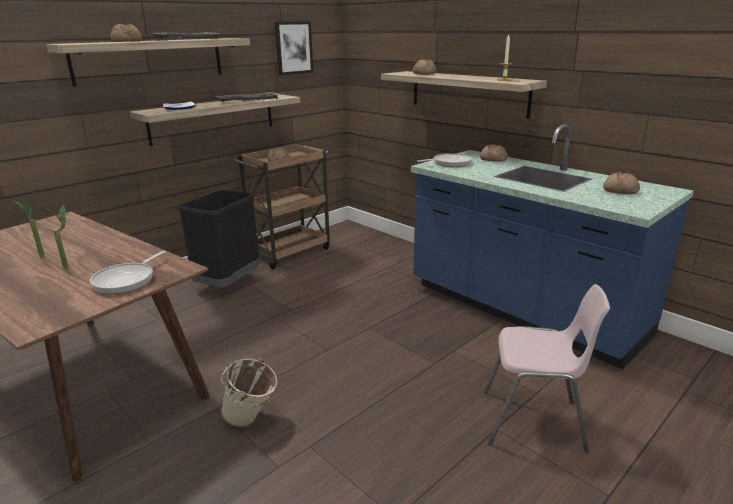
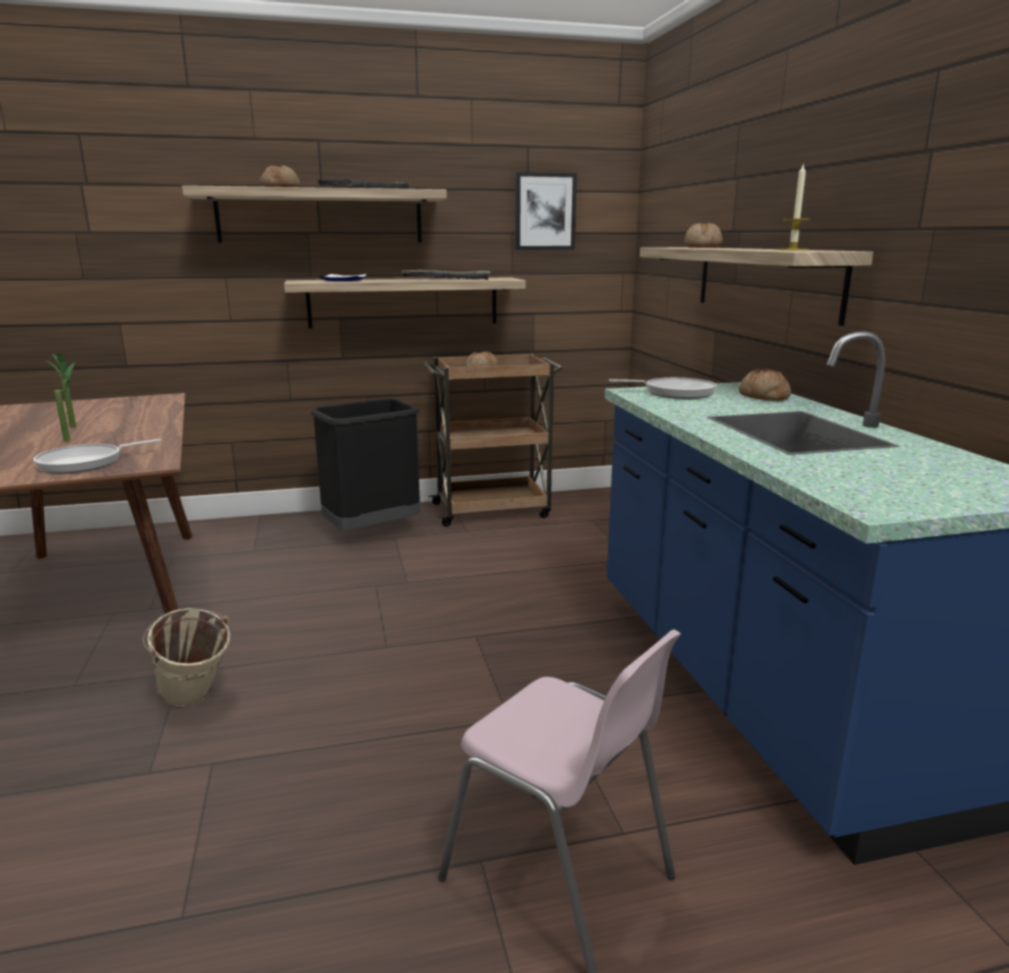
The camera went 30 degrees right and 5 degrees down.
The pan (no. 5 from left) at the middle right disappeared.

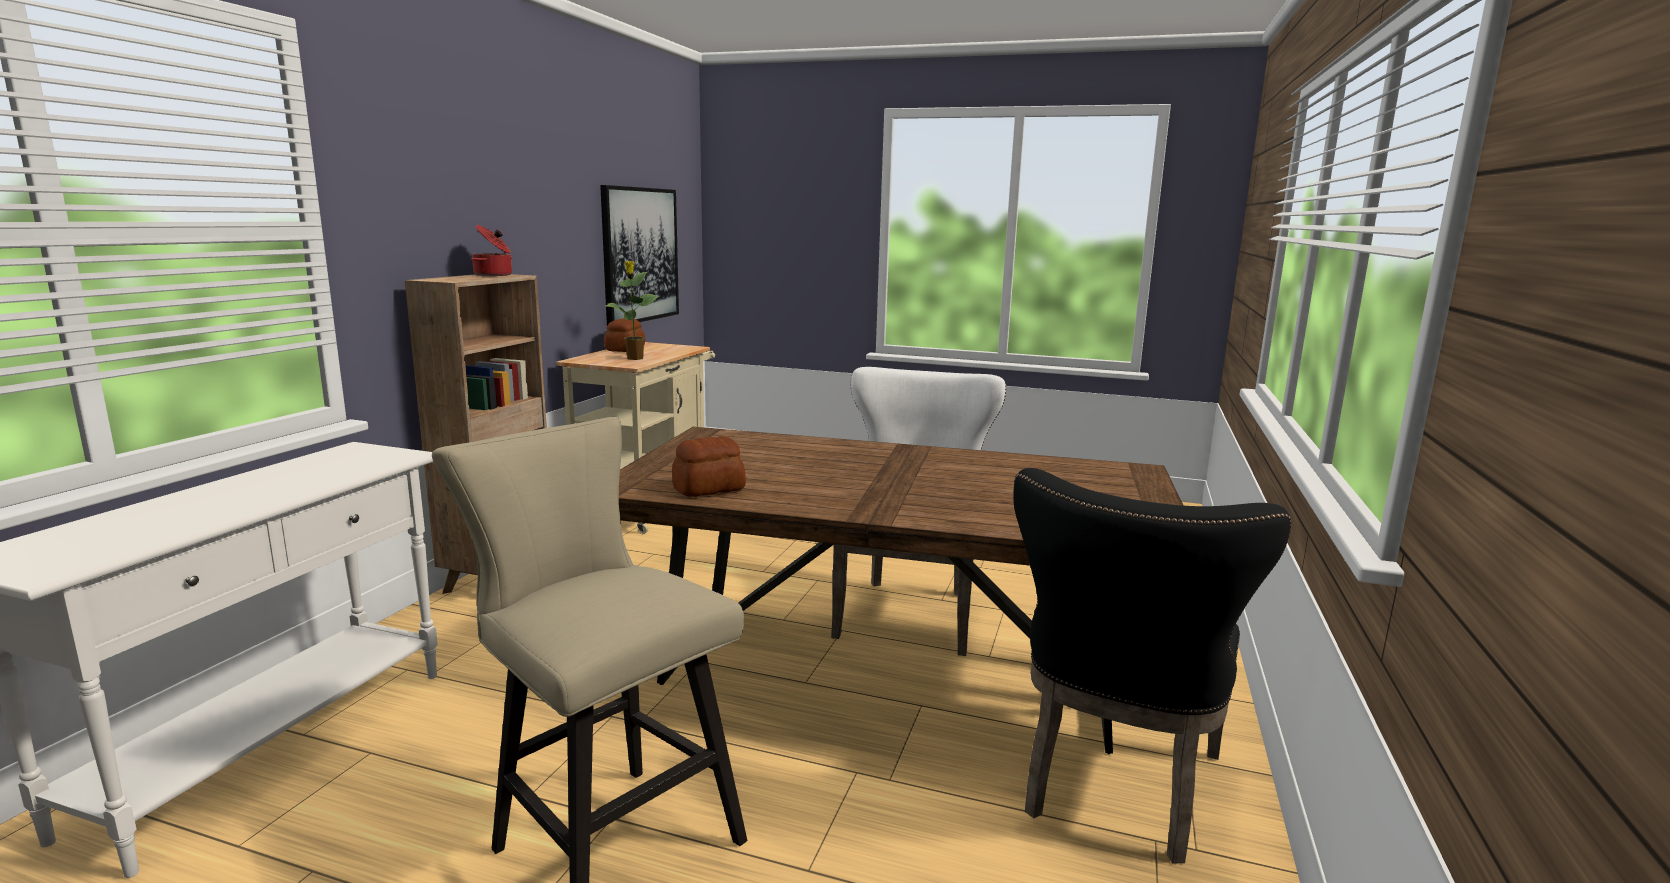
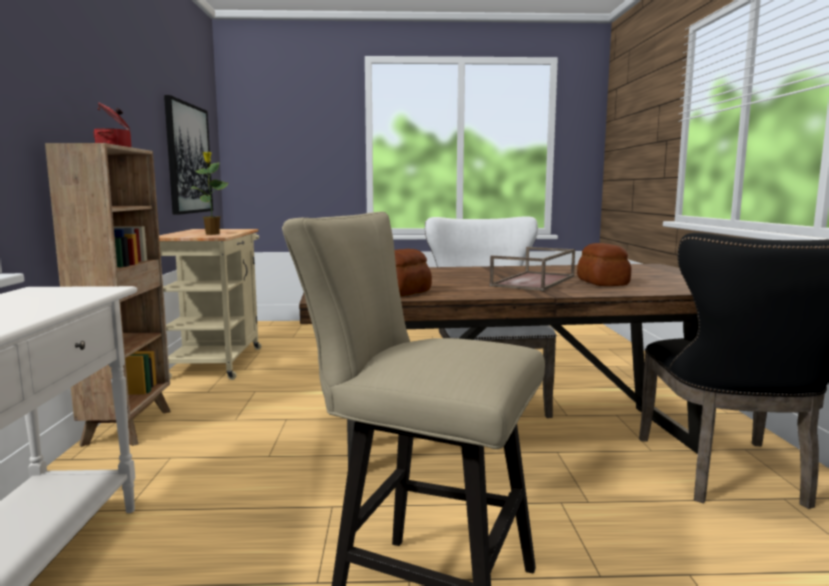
The camera went 20 degrees left and 5 degrees down.
The pan (no. 1 from left in the first image) moved from the centre to the middle right.
The bandeja/marrón at the centre appeared.

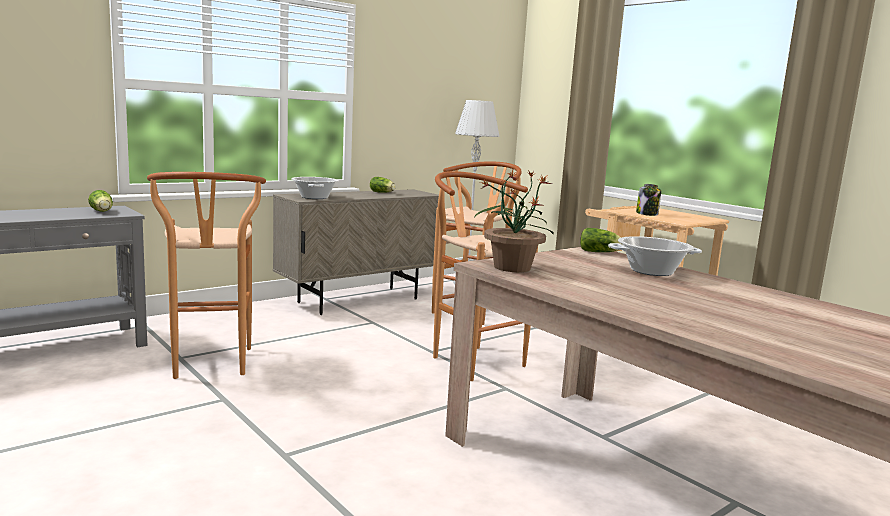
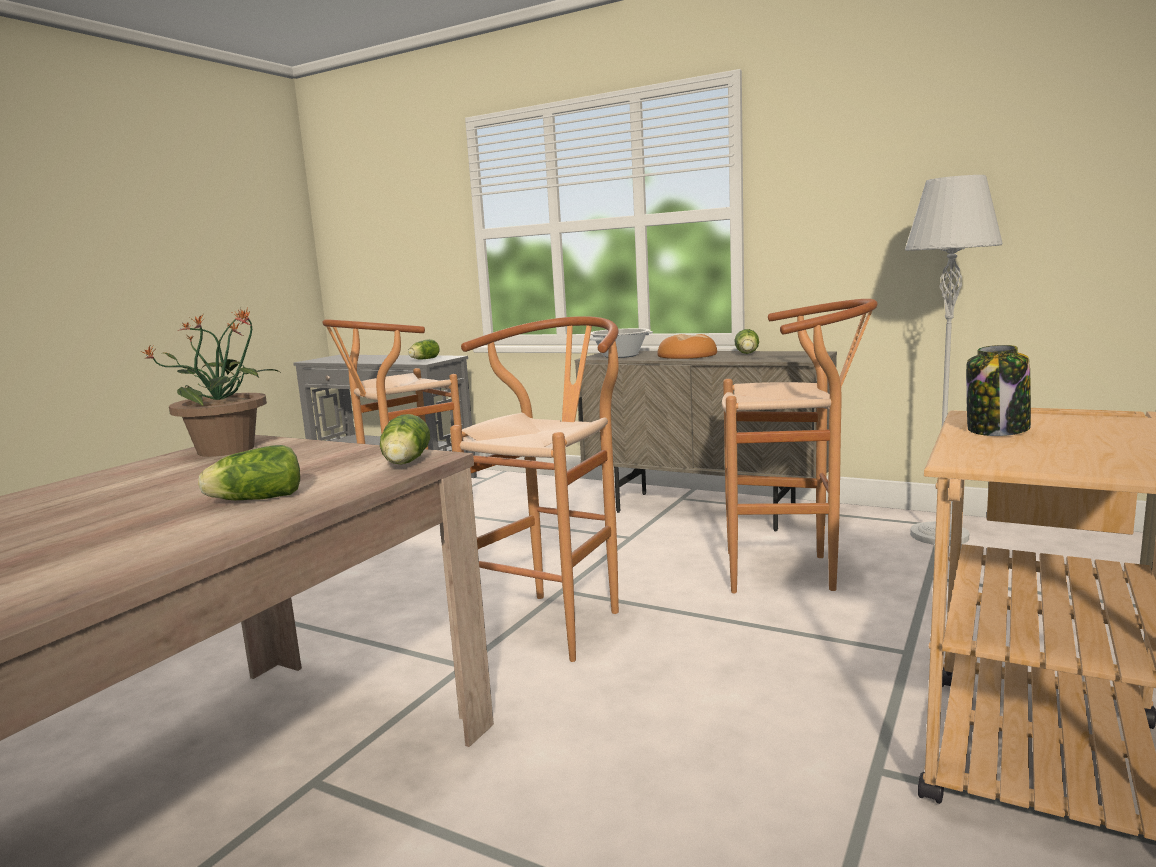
The camera went 70 degrees right and 0 degrees up.
The olla (no. 2 from left) at the middle right was replaced by the lechuga (no. 1 from left) at the middle left.
The pan at the centre appeared.

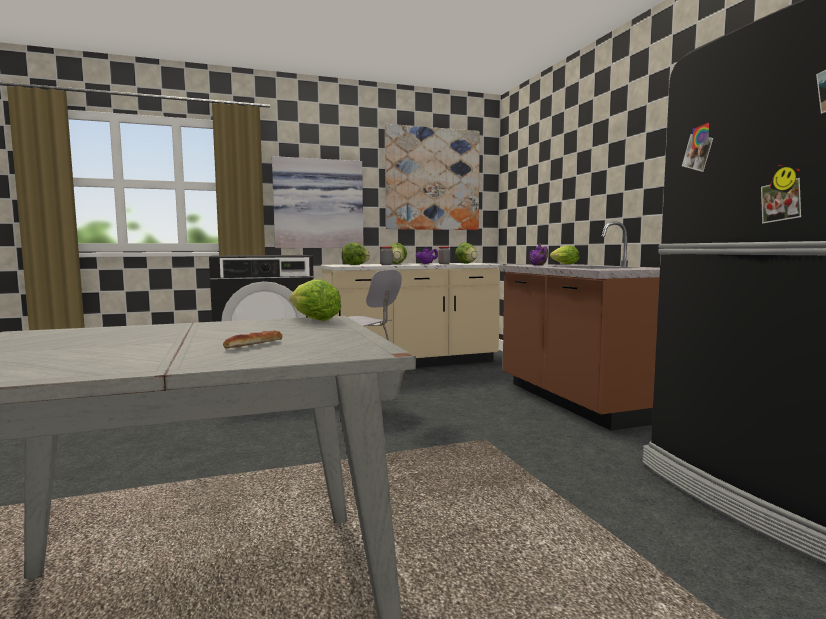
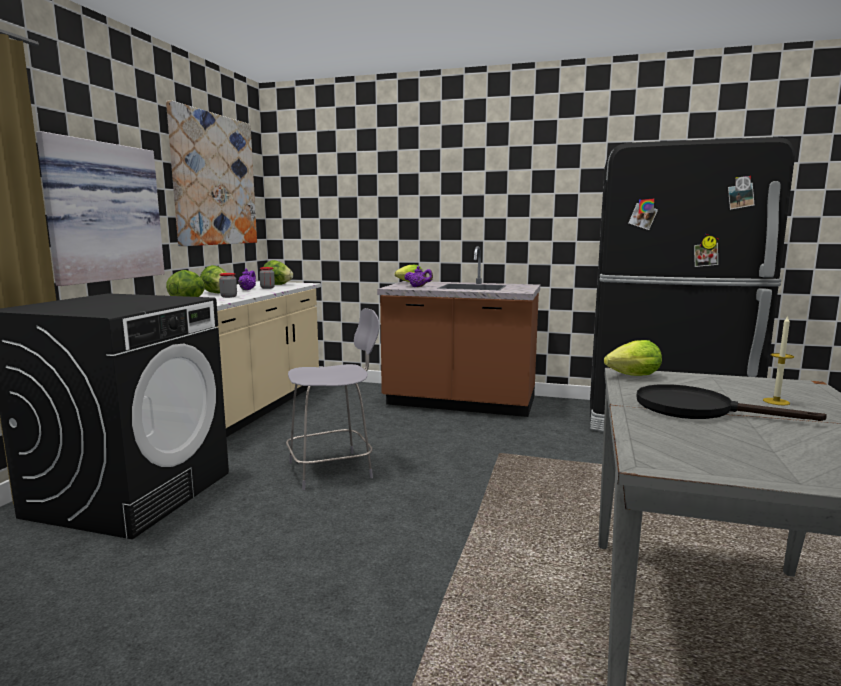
The camera went 55 degrees left and 5 degrees up.
The pan at the middle left was replaced by the vela at the middle right.
The sartén/negro at the middle right appeared.

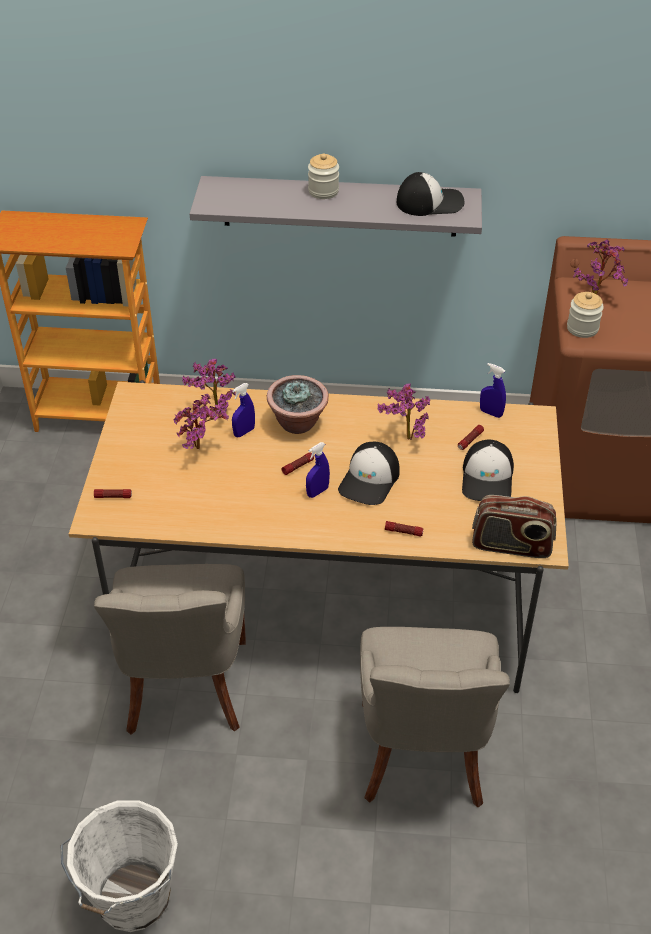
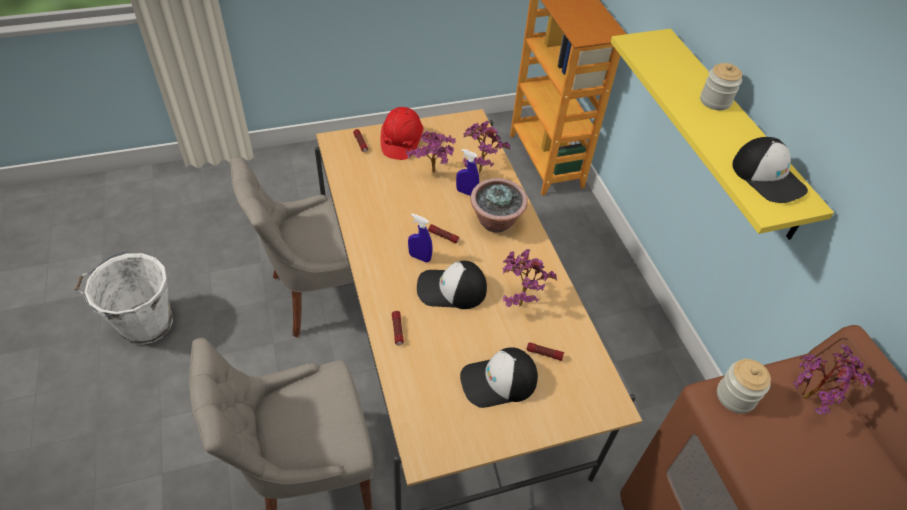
The camera went 65 degrees right and 5 degrees up.
The estante/gris at the top centre became the estante/amarillo at the top right.
The pulverizador/azul (no. 3 from left) at the middle right disappeared.
The radio at the middle right disappeared.
The casco/rojo at the top centre appeared.

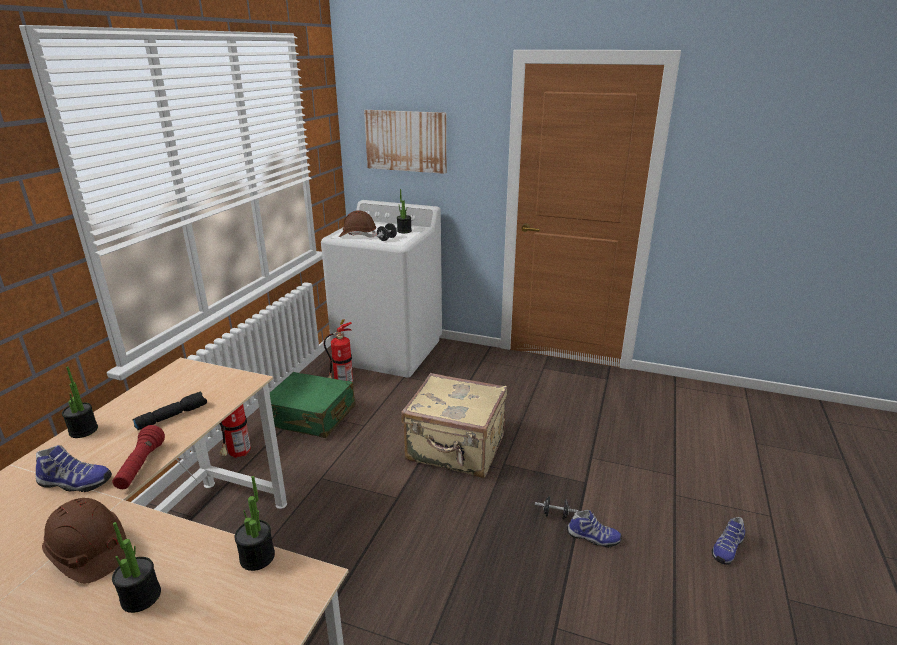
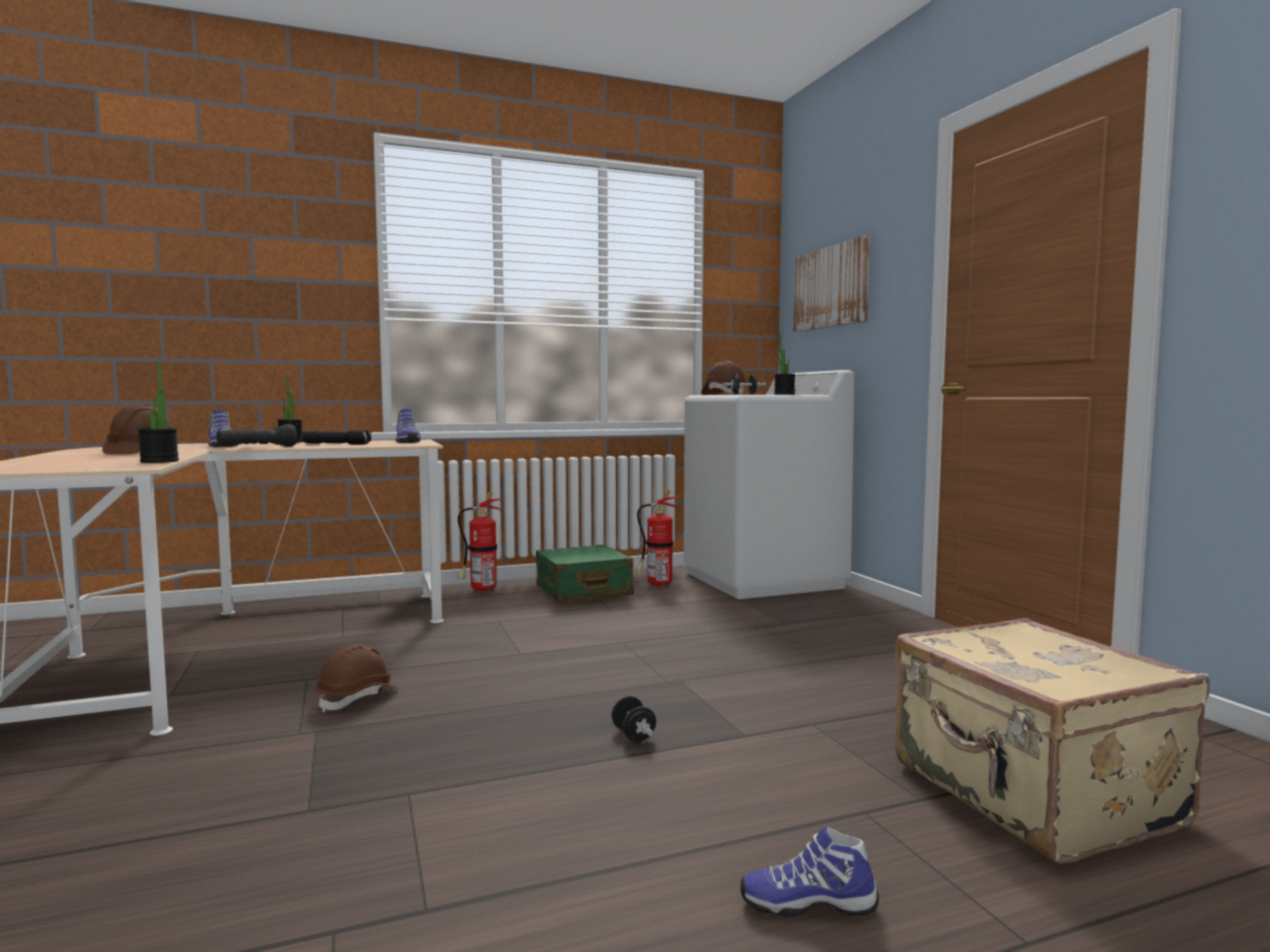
The camera went 50 degrees right and 20 degrees down.
The maleta/beis moved from the centre to the bottom right.
The linterna/rojo at the bottom left became the linterna/negro (no. 1 from left) at the middle left.
The zapato (no. 2 from left) moved from the bottom centre to the middle left.
The planta en maceta (no. 2 from left) at the bottom left disappeared.
The casco/marrón (no. 2 from left) at the bottom left appeared.

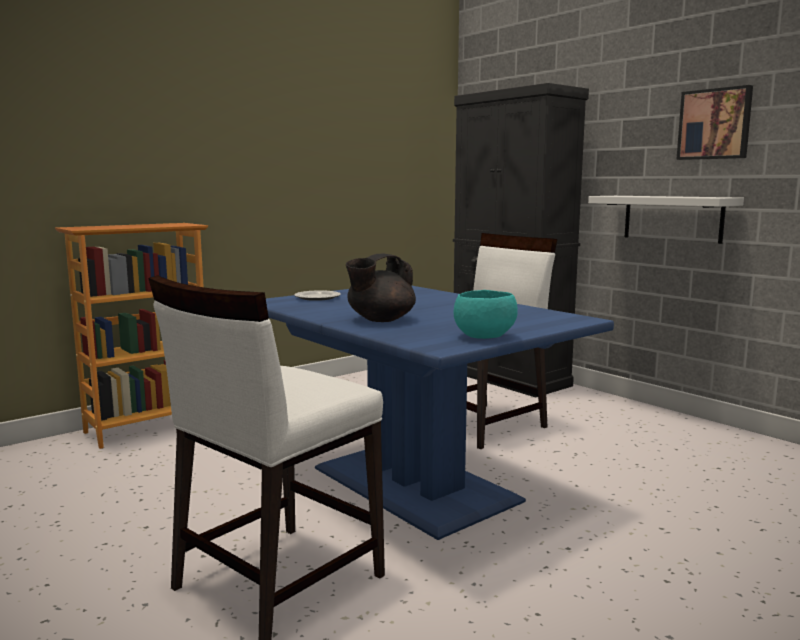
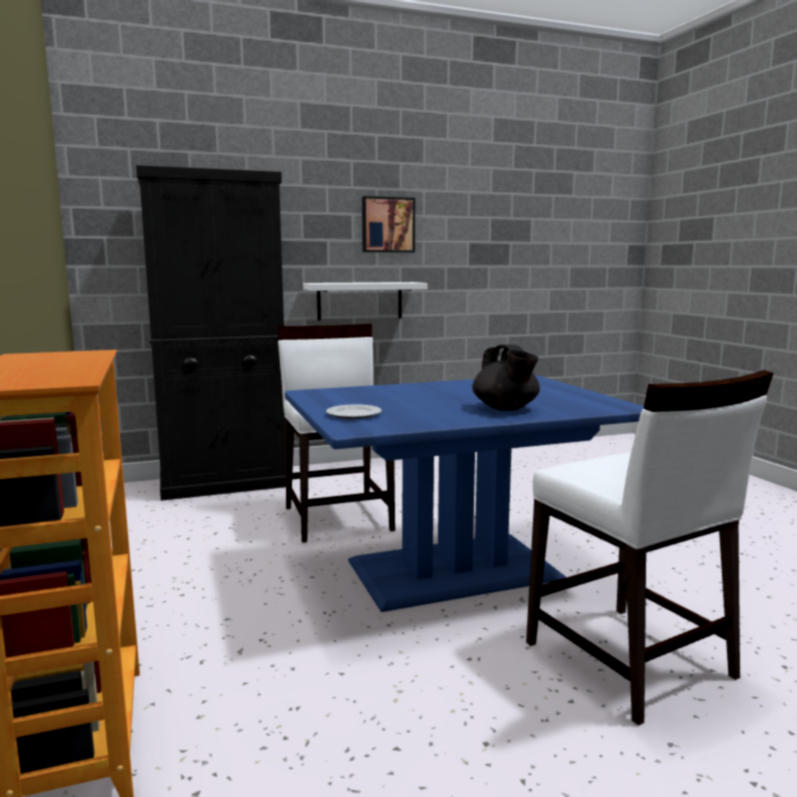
The camera went 70 degrees left and 0 degrees up.
The cuenco/turquesa at the centre disappeared.

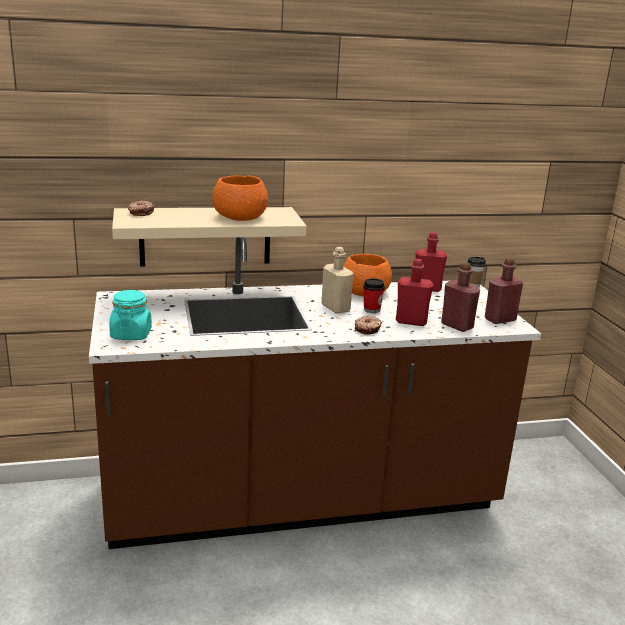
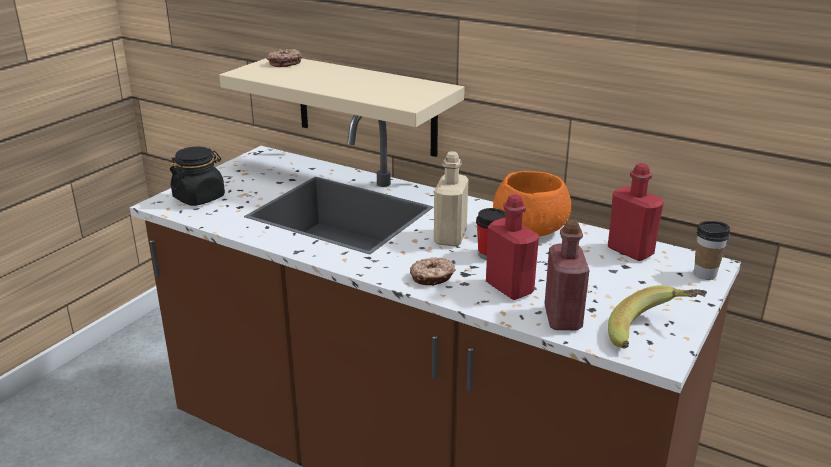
The camera went 45 degrees right and 5 degrees up.
The cuenco/naranja (no. 1 from left) at the top centre disappeared.
The botella/rojo (no. 4 from left) at the middle right was replaced by the plátano at the bottom right.
The tarro/turquesa at the middle left became the tarro/negro at the middle left.

